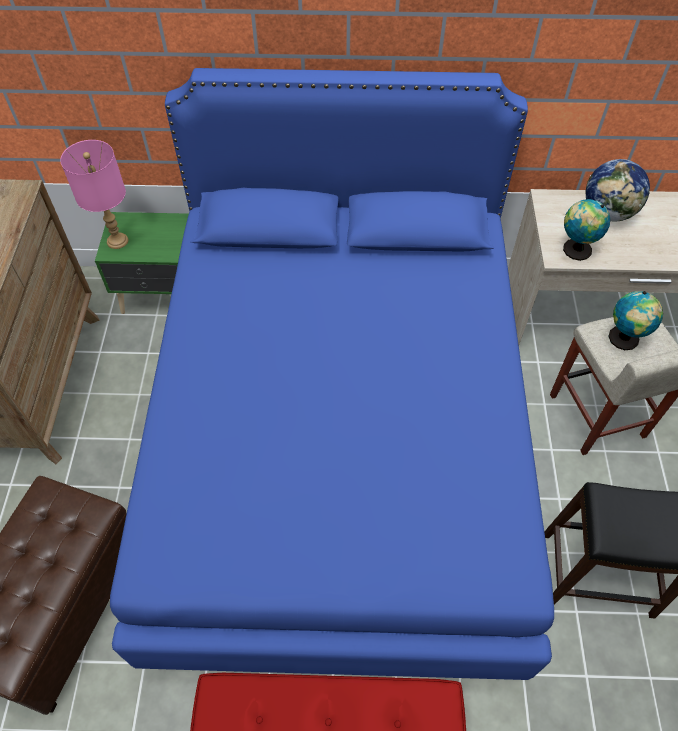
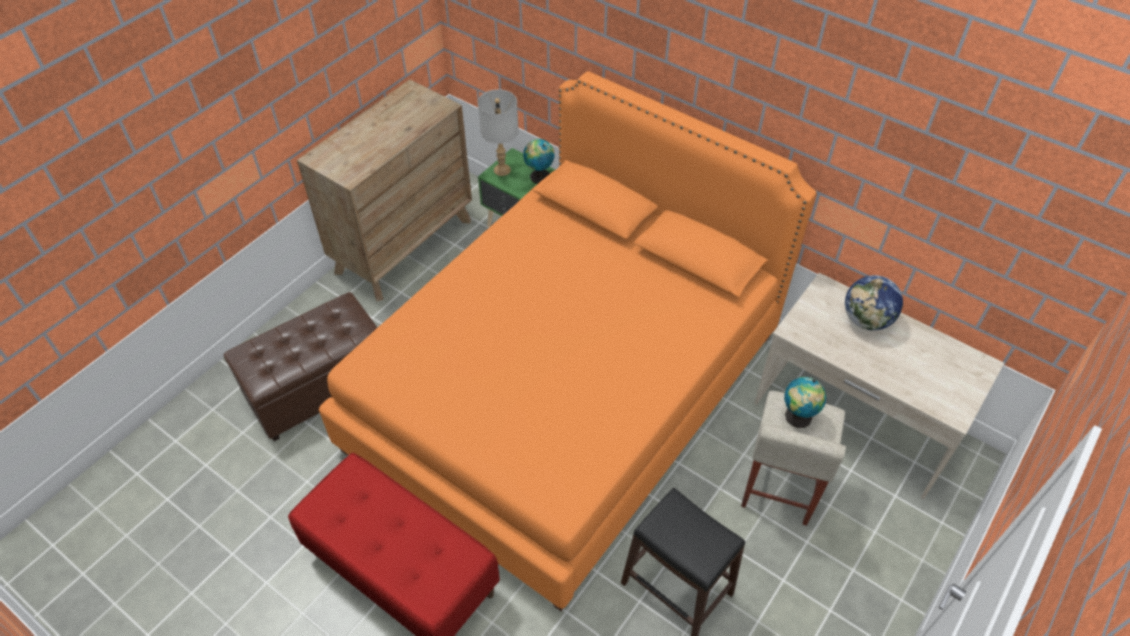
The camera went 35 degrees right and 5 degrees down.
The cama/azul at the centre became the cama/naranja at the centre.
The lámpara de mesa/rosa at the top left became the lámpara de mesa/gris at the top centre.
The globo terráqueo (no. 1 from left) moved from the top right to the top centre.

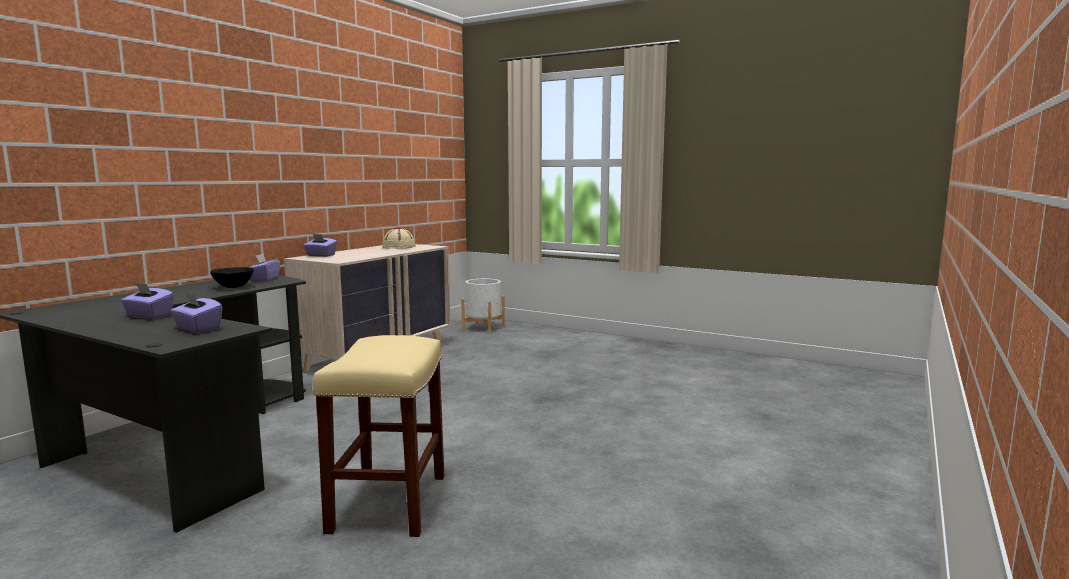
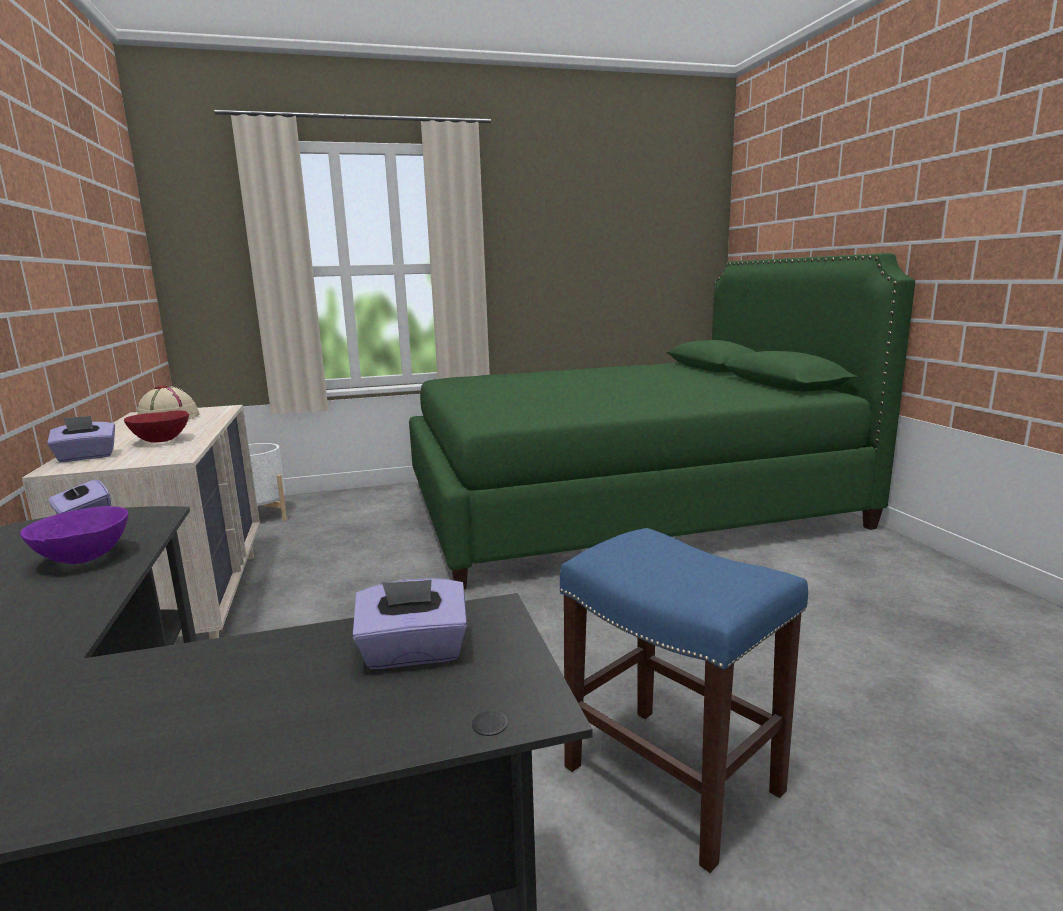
The camera went 45 degrees left and 5 degrees up.
The cuenco/negro at the middle left became the cuenco/morado at the middle left.
The caja de pañuelos/morado (no. 1 from left) at the middle left disappeared.
The taburete/beis at the bottom centre became the taburete/azul at the bottom centre.
The cama/verde at the centre appeared.
The cuenco/rojo at the middle left appeared.

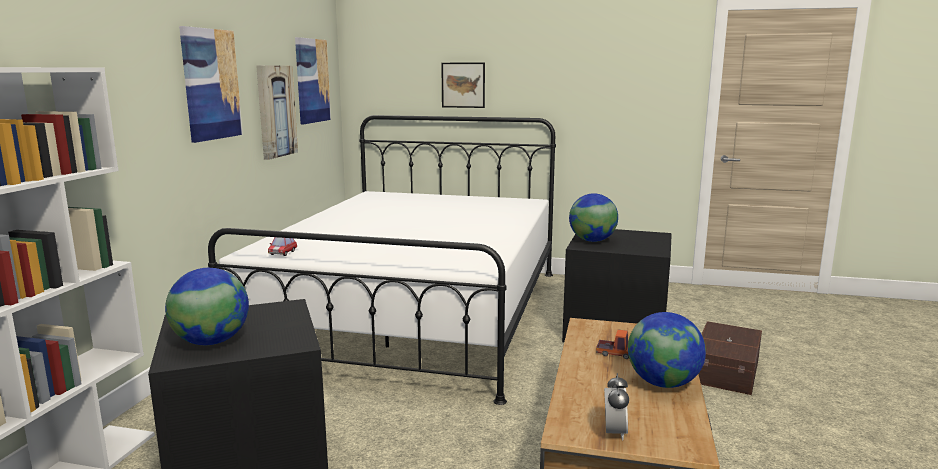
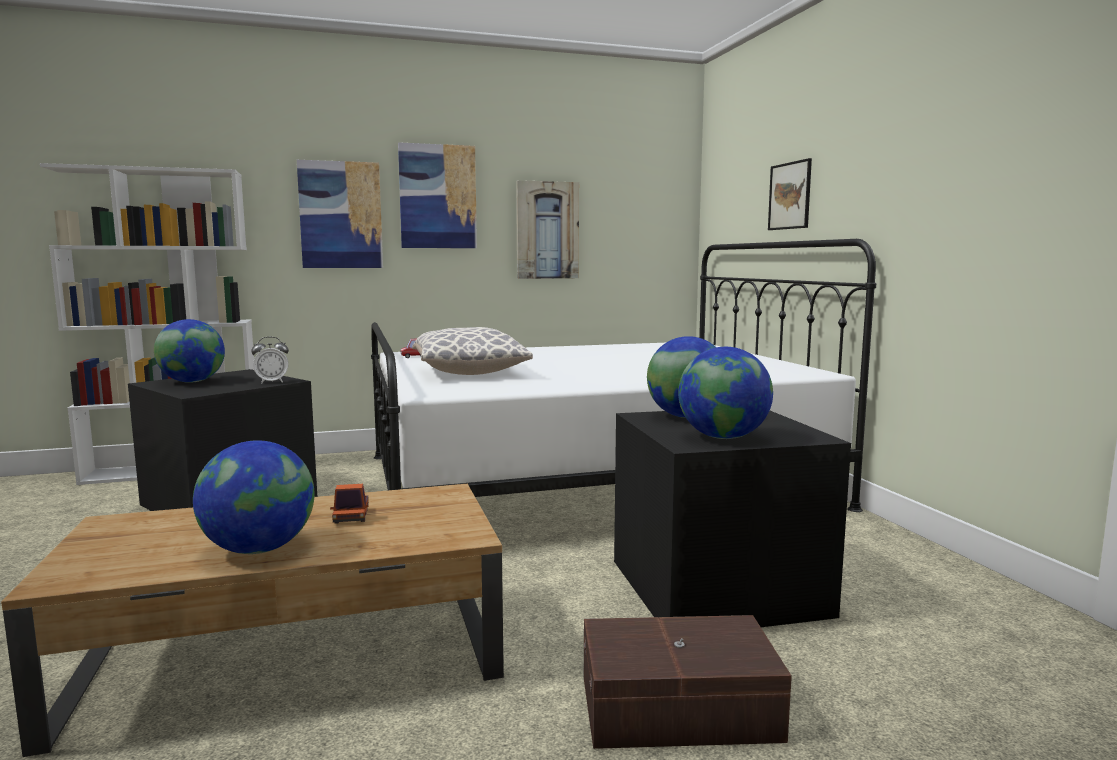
The camera went 60 degrees right and 5 degrees down.
The cuadro (no. 3 from left in the first image) moved from the top centre to the top left.
The despertador moved from the bottom centre to the middle left.
The cojín at the centre appeared.
The globo terráqueo (no. 4 from left) at the centre appeared.

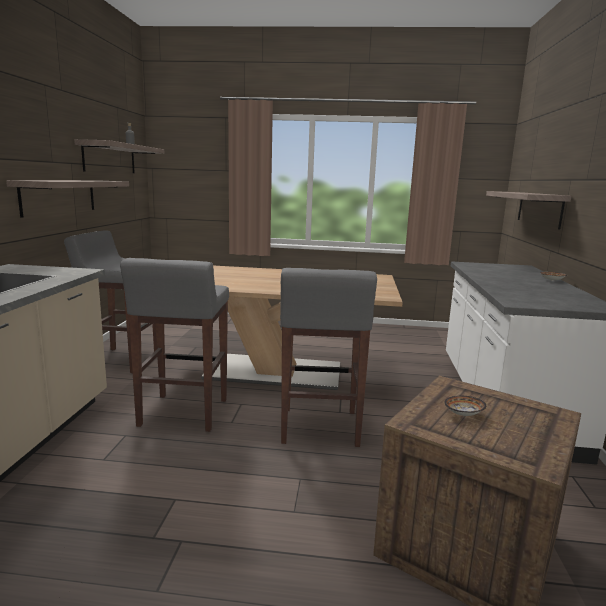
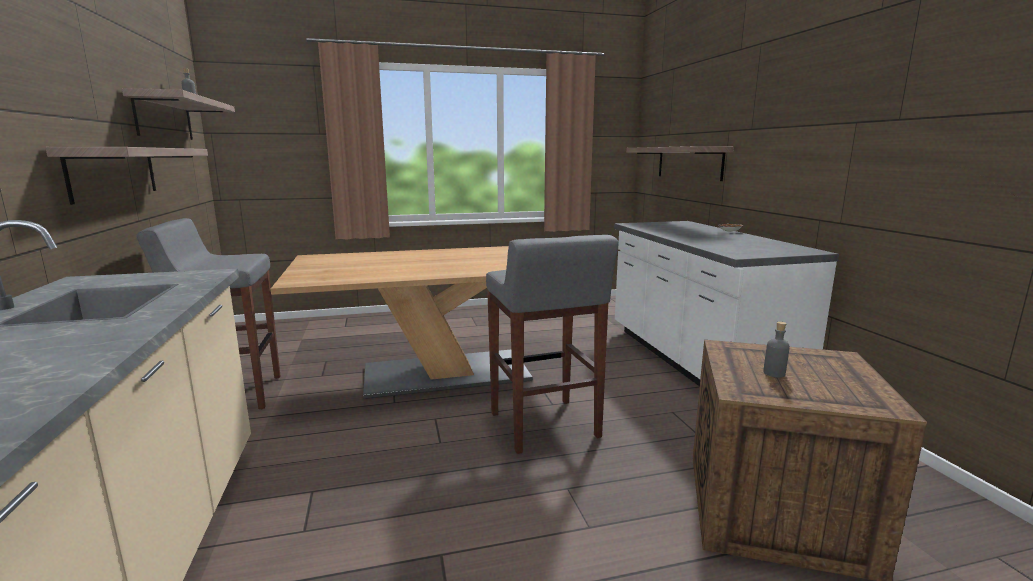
The camera went 20 degrees left and 0 degrees up.
The taburete/gris (no. 2 from left) at the middle left disappeared.
The cuenco (no. 1 from left) at the bottom right was replaced by the botella/gris (no. 2 from left) at the middle right.

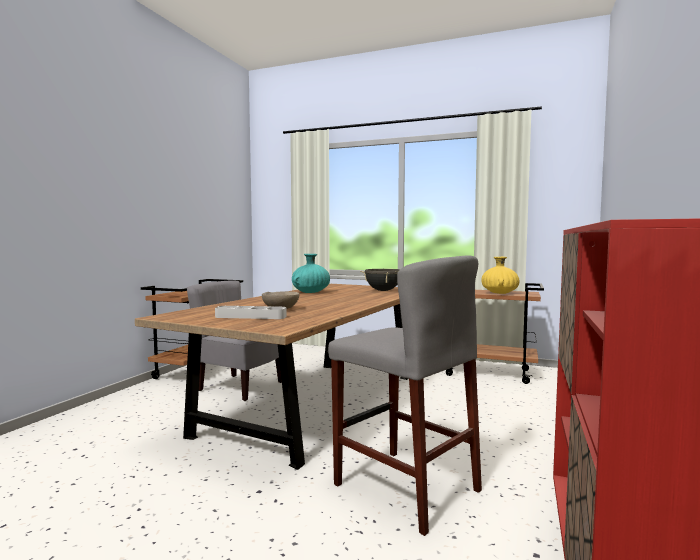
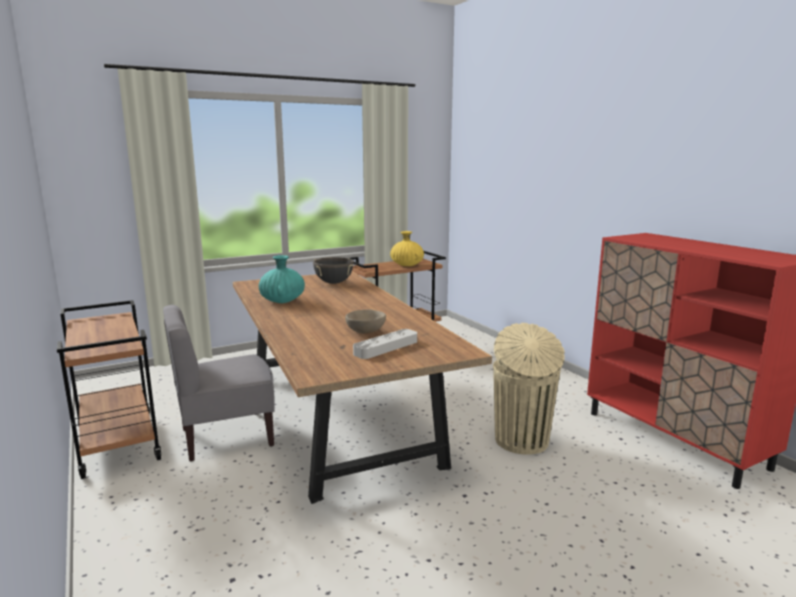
The camera went 50 degrees left and 10 degrees up.
The taburete/gris at the bottom centre was replaced by the papelera/beis at the centre.

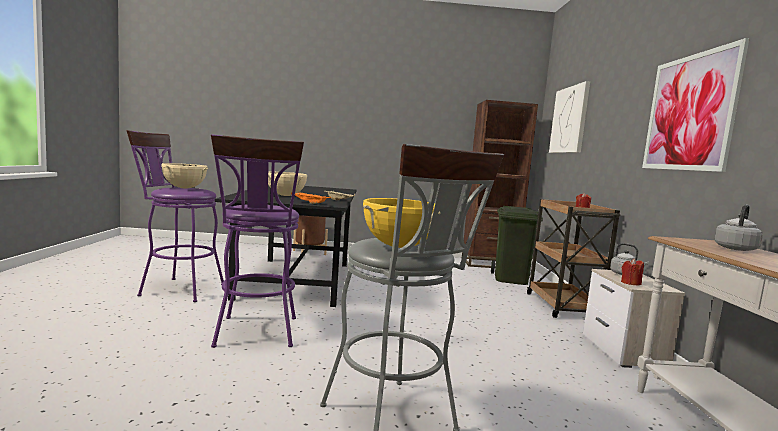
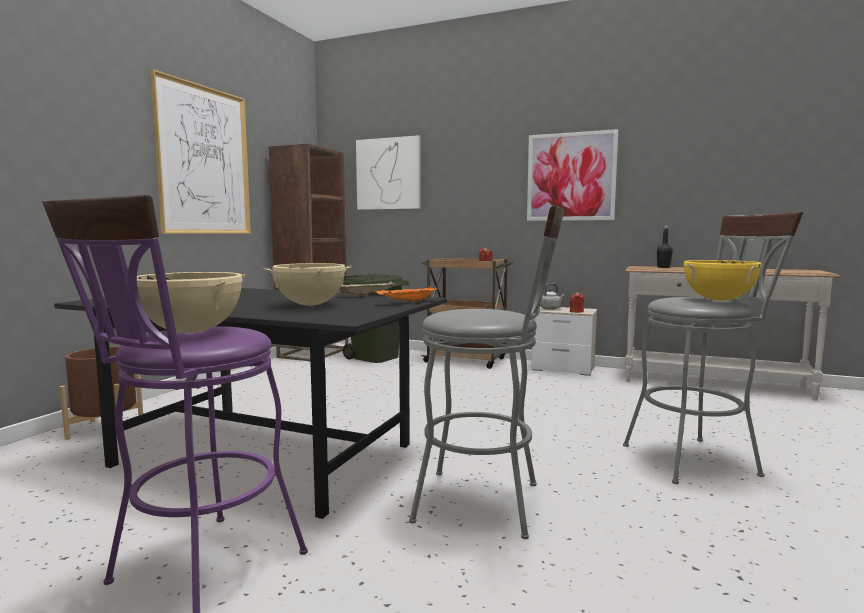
The camera went 65 degrees left and 0 degrees up.
The taburete/morado (no. 2 from left) at the middle left became the taburete/gris (no. 1 from left) at the centre.
The hervidor/gris (no. 2 from left) at the middle right was replaced by the botella/negro at the middle right.
The cuadro (no. 1 from left) at the top left appeared.

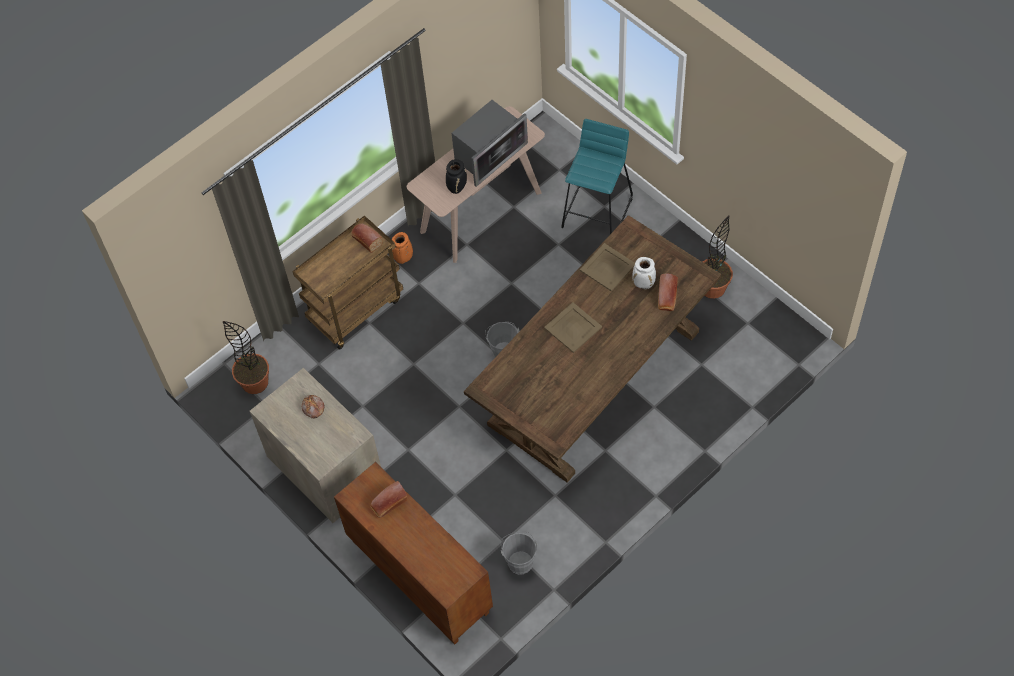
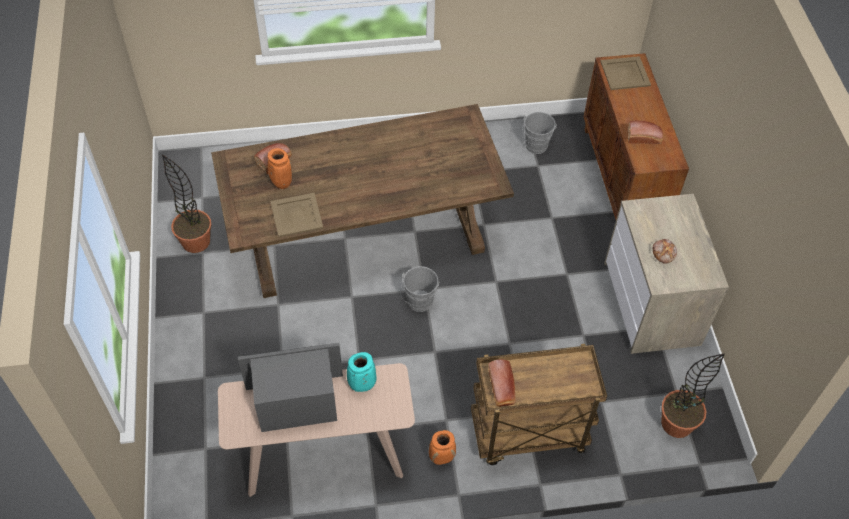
The camera went 150 degrees left and 5 degrees down.
The taburete/turquesa at the top centre disappeared.
The florero/negro at the top centre became the florero/turquesa at the bottom centre.
The florero/blanco at the centre became the florero/naranja (no. 1 from left) at the top left.
The bandeja/beis (no. 1 from left in the first image) moved from the centre to the top right.

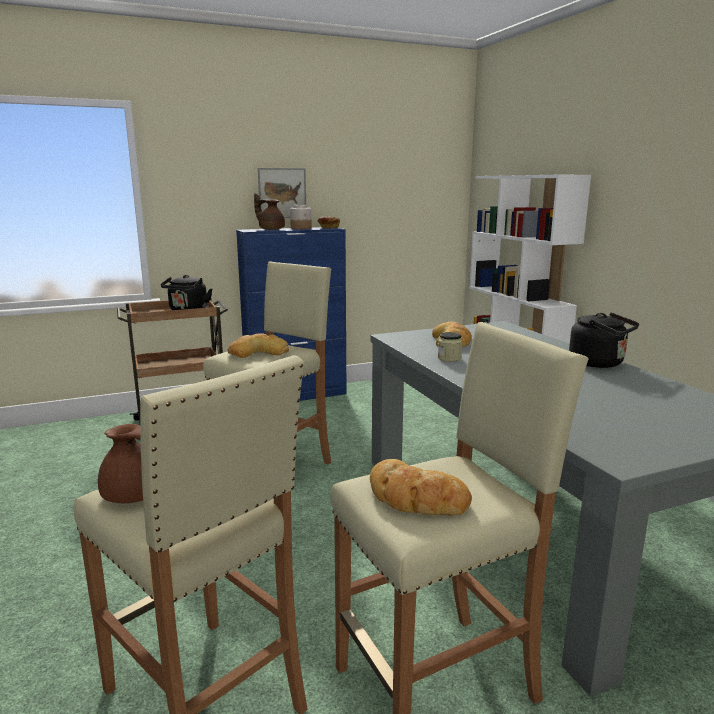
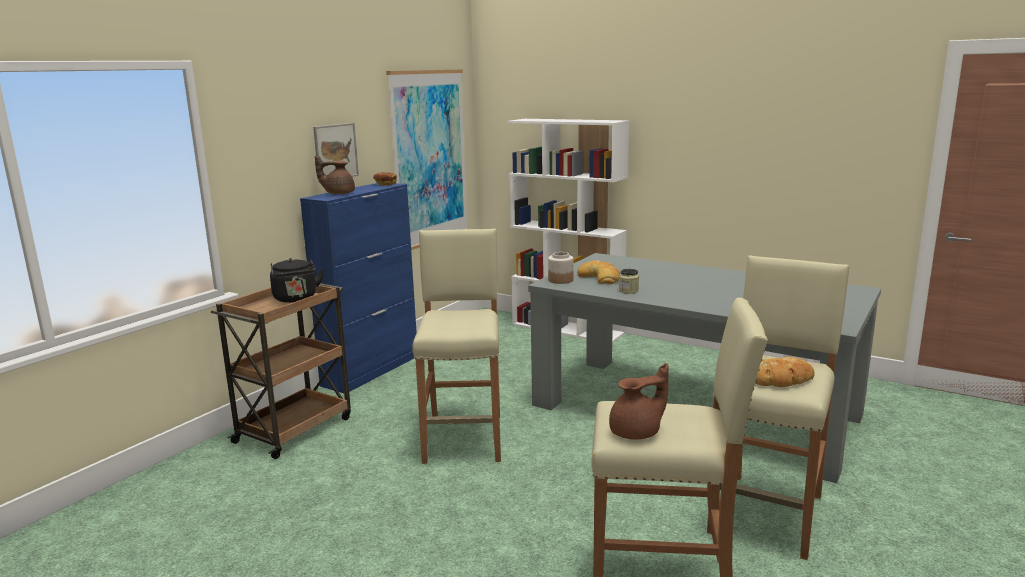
The camera went 35 degrees left and 0 degrees up.
The tarro (no. 1 from left) moved from the top centre to the centre.
The hervidor/negro (no. 2 from left) at the middle right disappeared.
The pan (no. 1 from left) at the centre disappeared.
The cuadro (no. 2 from left) at the top centre appeared.

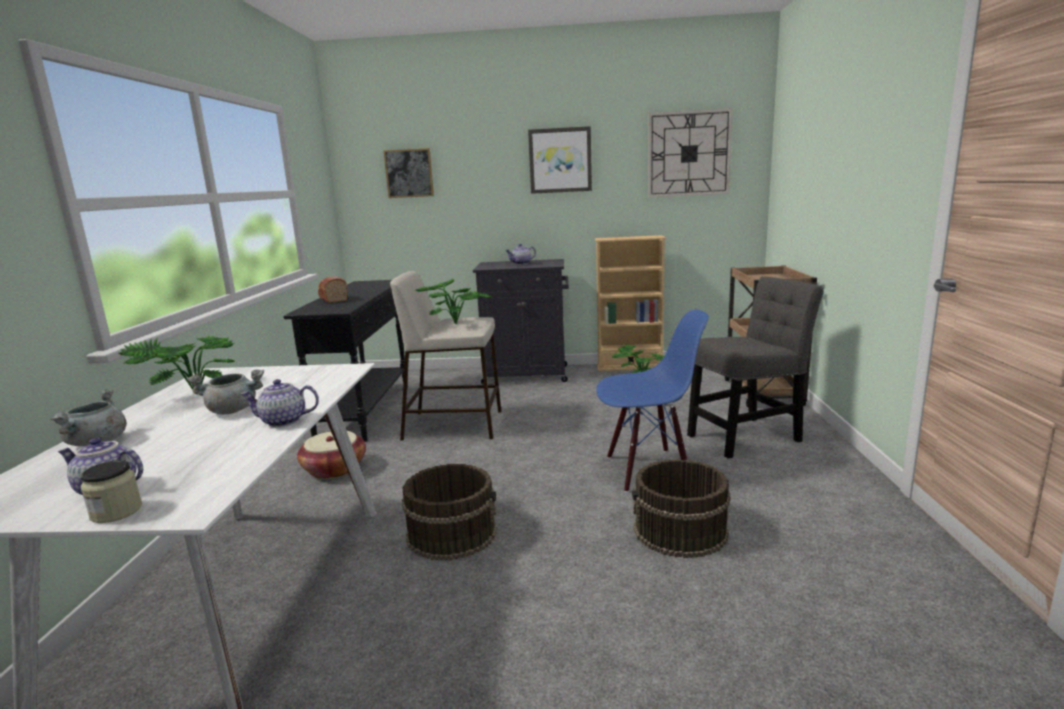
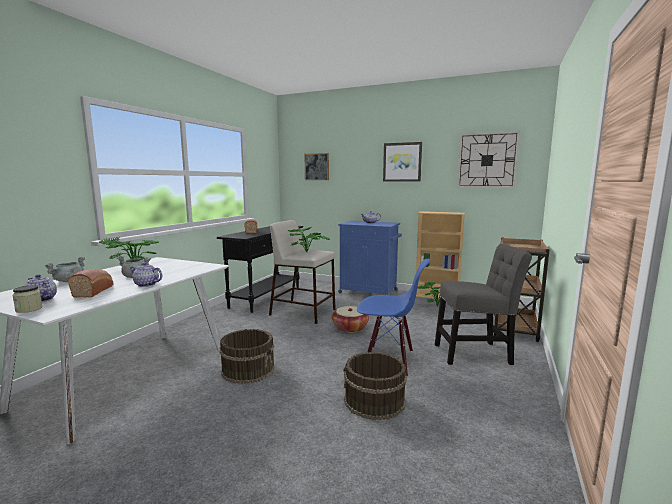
The camera went 20 degrees right and 5 degrees down.
The armario/negro at the centre became the armario/azul at the centre.
The cesta moved from the middle left to the centre.
The pan (no. 1 from left) at the middle left appeared.

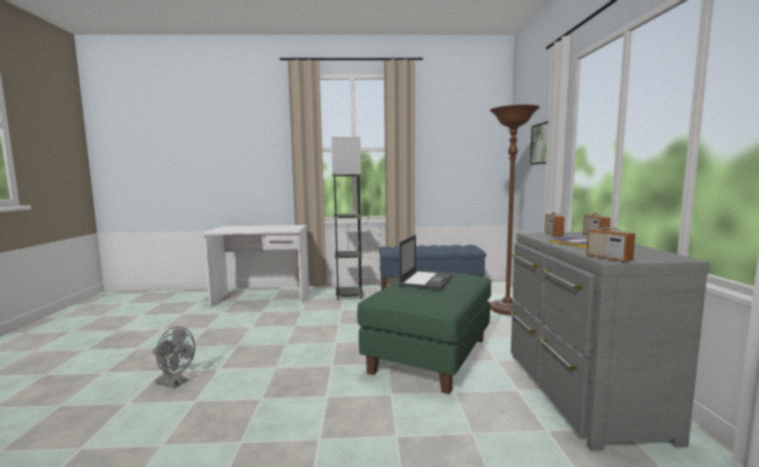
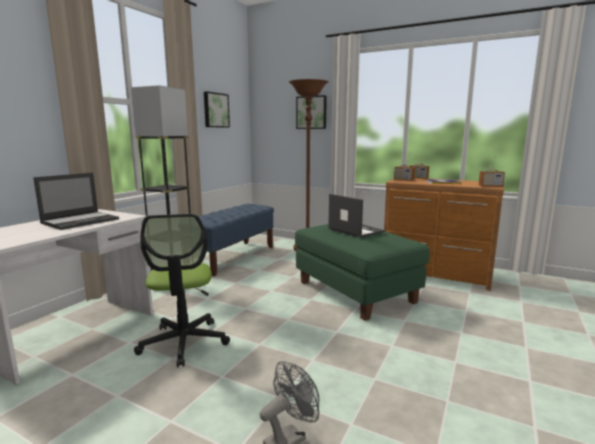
The camera went 60 degrees left and 5 degrees up.
The cómoda/gris at the bottom right became the cómoda/marrón at the middle right.
The cuadro (no. 1 from left) at the top centre appeared.
The portátil (no. 1 from left) at the middle left appeared.
The silla de oficina at the middle left appeared.

